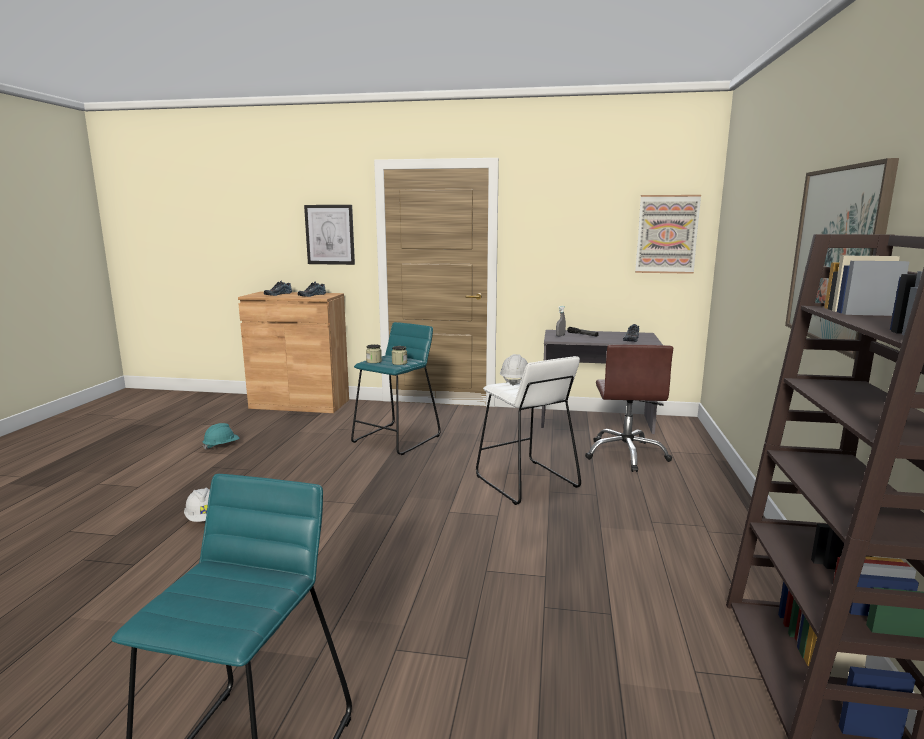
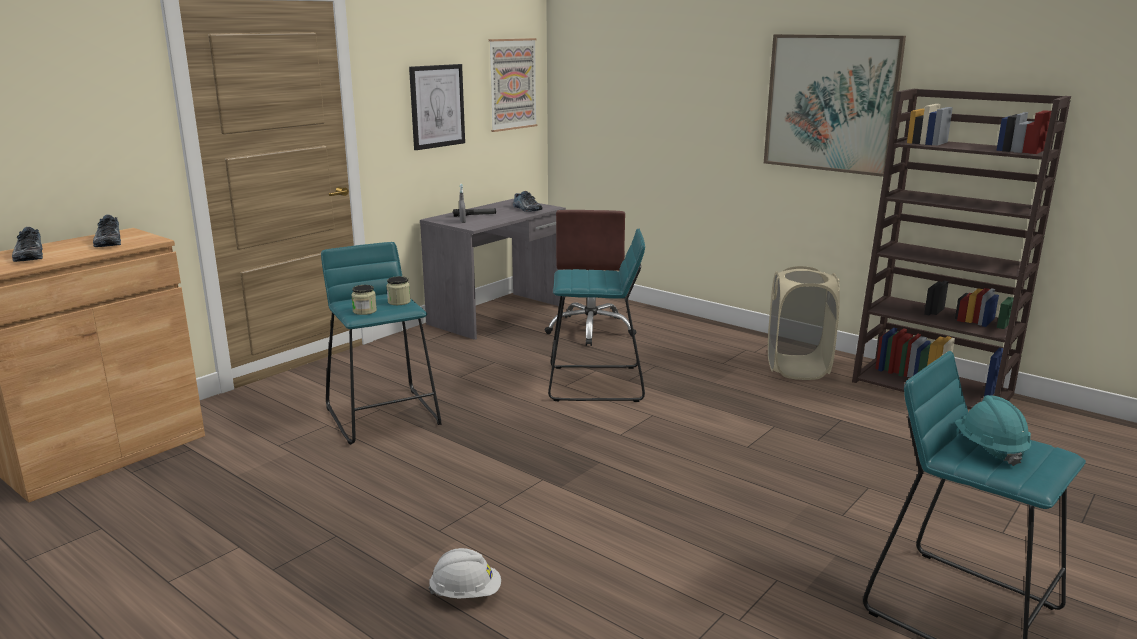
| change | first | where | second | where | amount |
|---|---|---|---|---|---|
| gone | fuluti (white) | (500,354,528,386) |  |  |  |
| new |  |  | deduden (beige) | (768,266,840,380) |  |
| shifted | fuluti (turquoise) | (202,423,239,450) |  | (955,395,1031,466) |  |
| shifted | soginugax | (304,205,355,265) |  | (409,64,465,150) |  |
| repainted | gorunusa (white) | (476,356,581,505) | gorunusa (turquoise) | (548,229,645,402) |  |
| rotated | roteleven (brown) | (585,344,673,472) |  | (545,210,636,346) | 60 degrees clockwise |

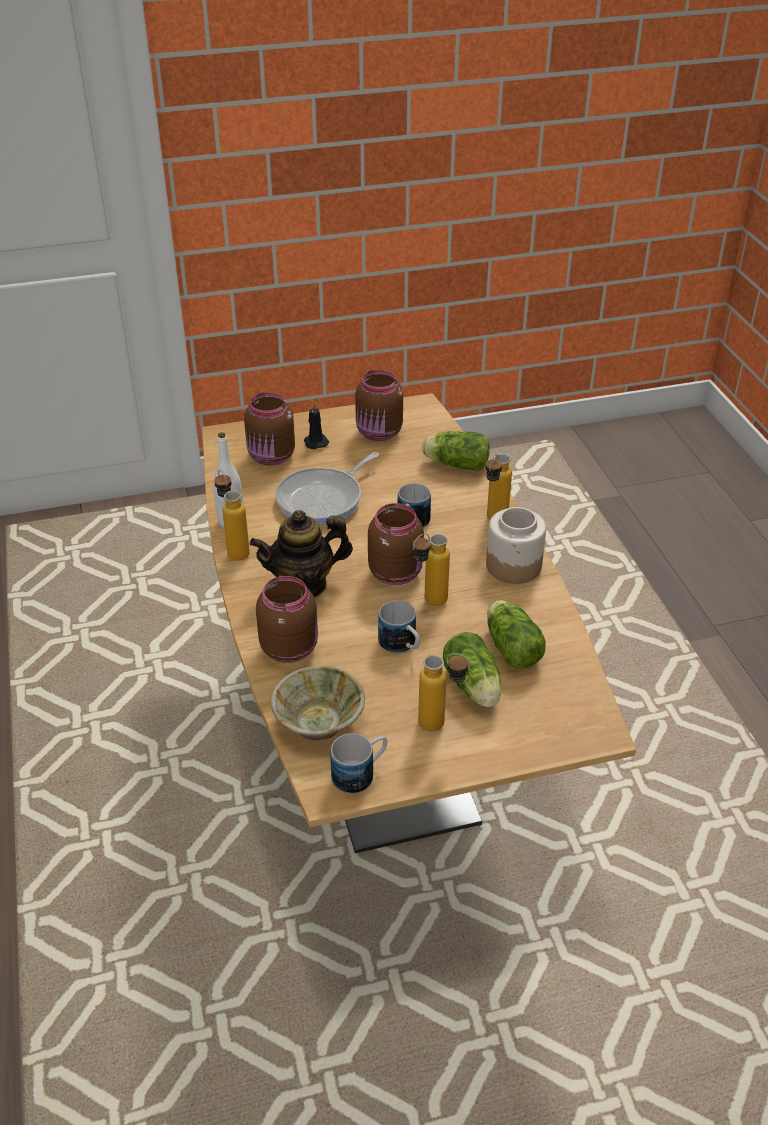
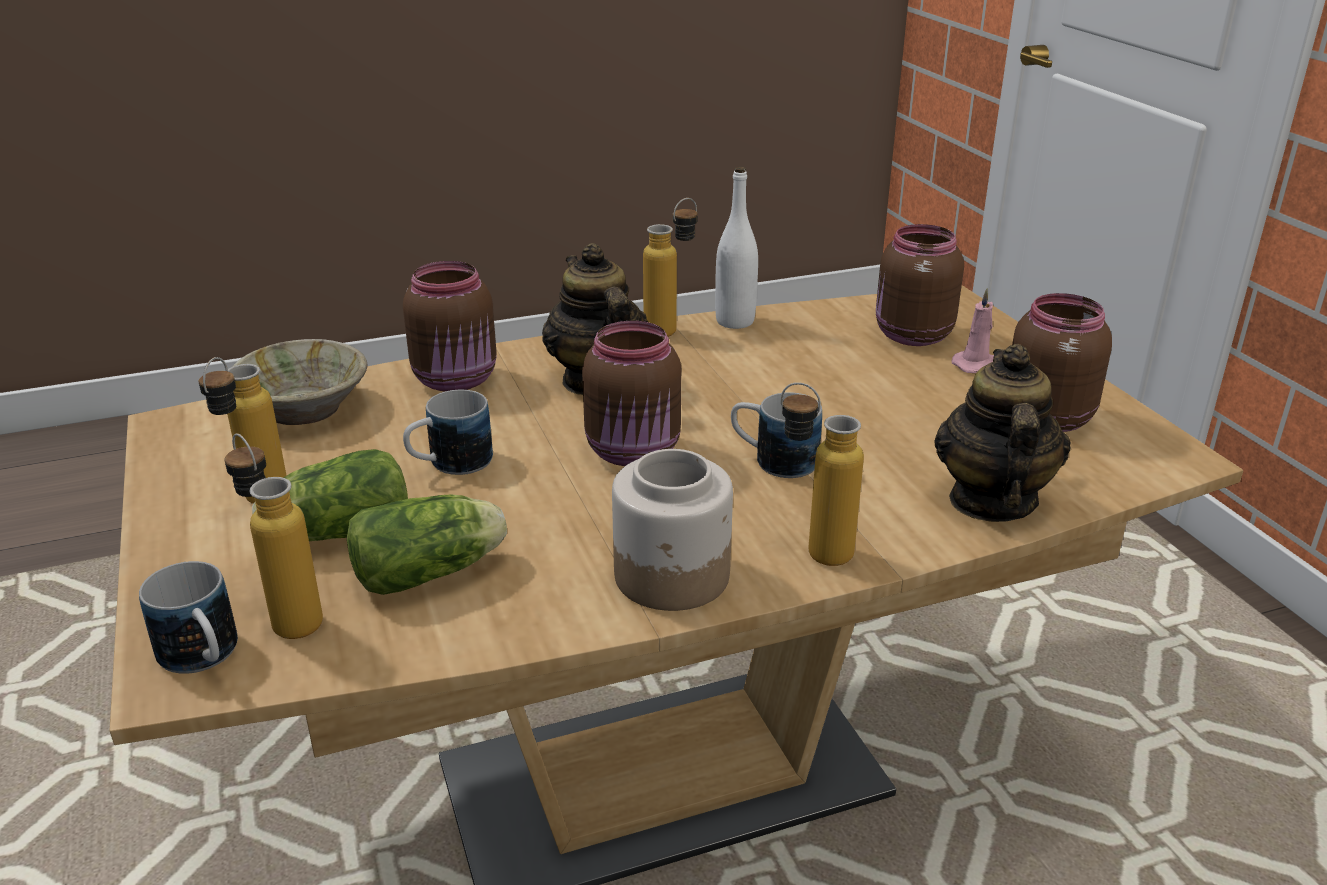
| change | first | where | second | where | amount |
|---|---|---|---|---|---|
| gone | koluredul | (275,452,379,525) |  |  |  |
| shifted | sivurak | (330,733,387,794) |  | (139,561,238,674) |  |
| shifted | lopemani | (413,533,450,606) |  | (224,433,323,639) |  |
| swapped | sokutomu | (422,431,490,471) | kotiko | (934,344,1071,522) |  |
| repainted | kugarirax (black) | (304,403,329,449) | kugarirax (pink) | (952,288,994,373) |  |

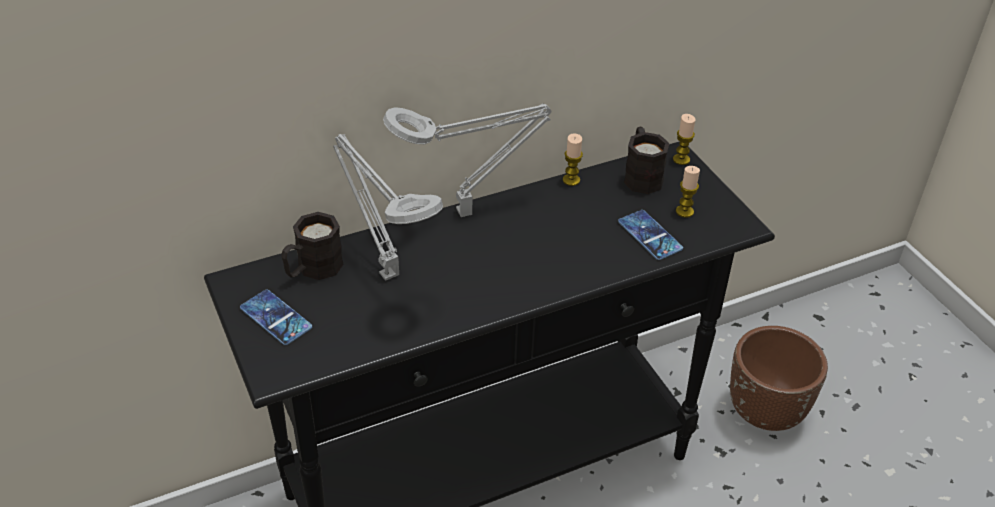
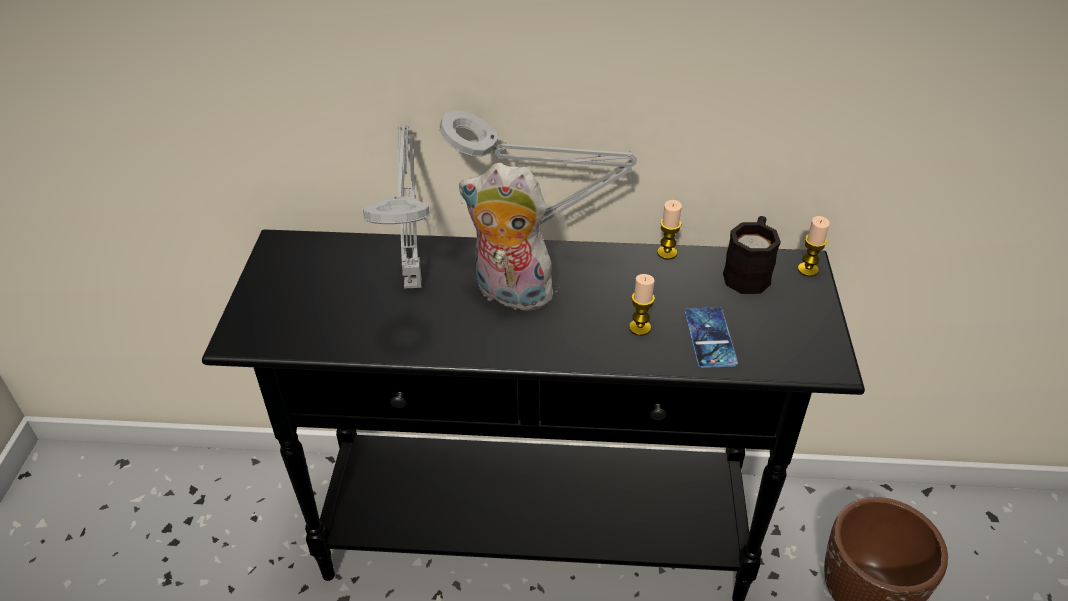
| change | first | where | second | where | amount |
|---|---|---|---|---|---|
| gone | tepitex | (240,290,312,345) |  |  |  |
| gone | sivurak (black) | (281,212,344,280) |  |  |  |
| new |  |  | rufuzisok | (459,163,557,311) |  |
| shifted | kugarirax | (676,166,700,218) |  | (629,274,655,336) |  |

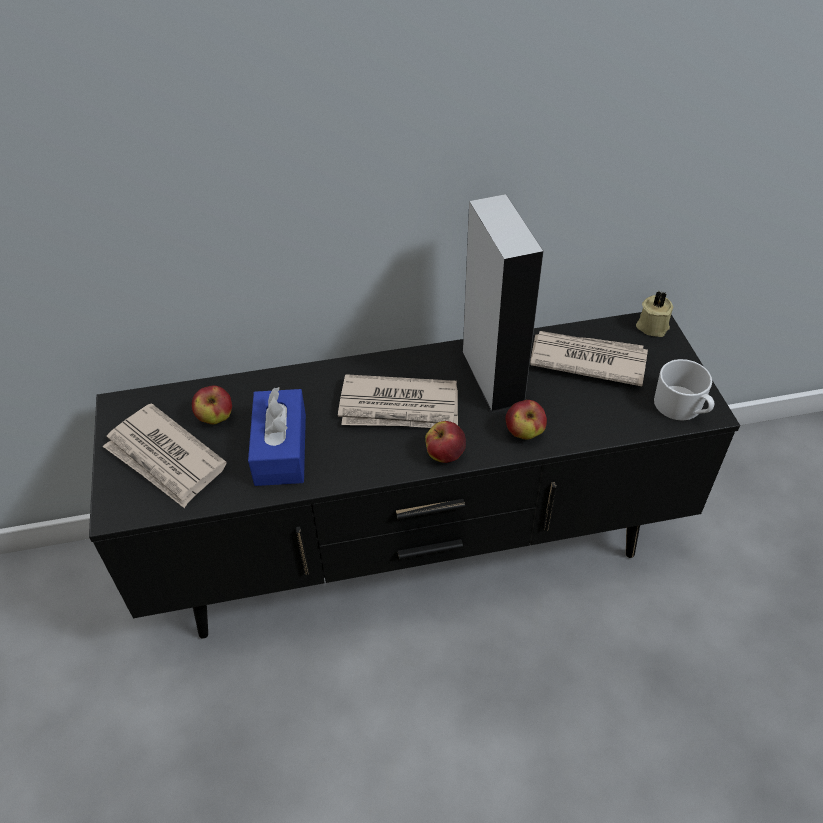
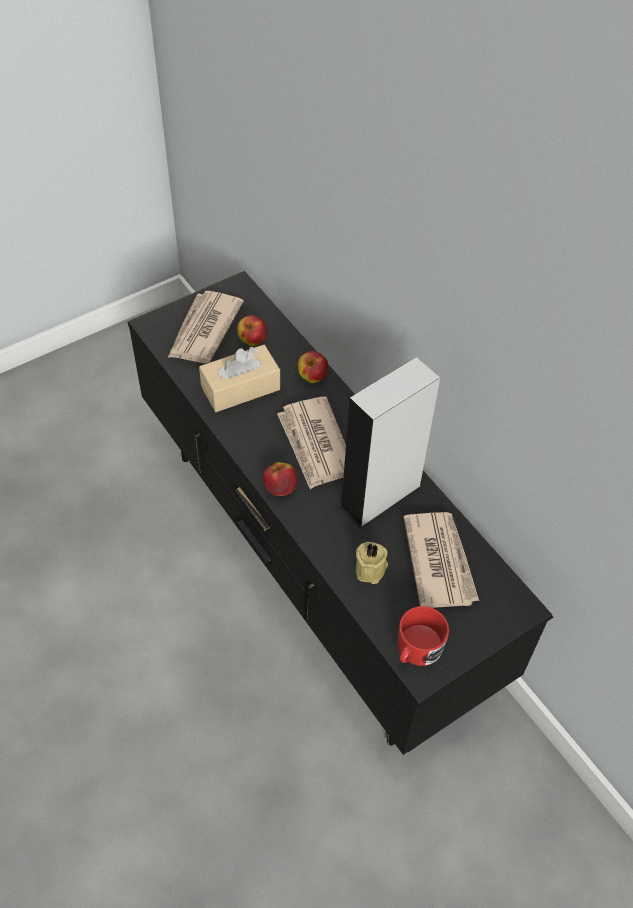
| change | first | where | second | where | amount |
|---|---|---|---|---|---|
| shifted | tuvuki | (506,400,547,440) |  | (297,351,328,383) |  |
| shifted | kugarirax (beige) | (636,291,674,337) |  | (355,542,388,584) |  |
| repainted | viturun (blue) | (248,387,306,486) | viturun (beige) | (199,345,280,412) |  |
| repainted | sivurak (white) | (654,359,714,421) | sivurak (red) | (397,606,449,666) |  |

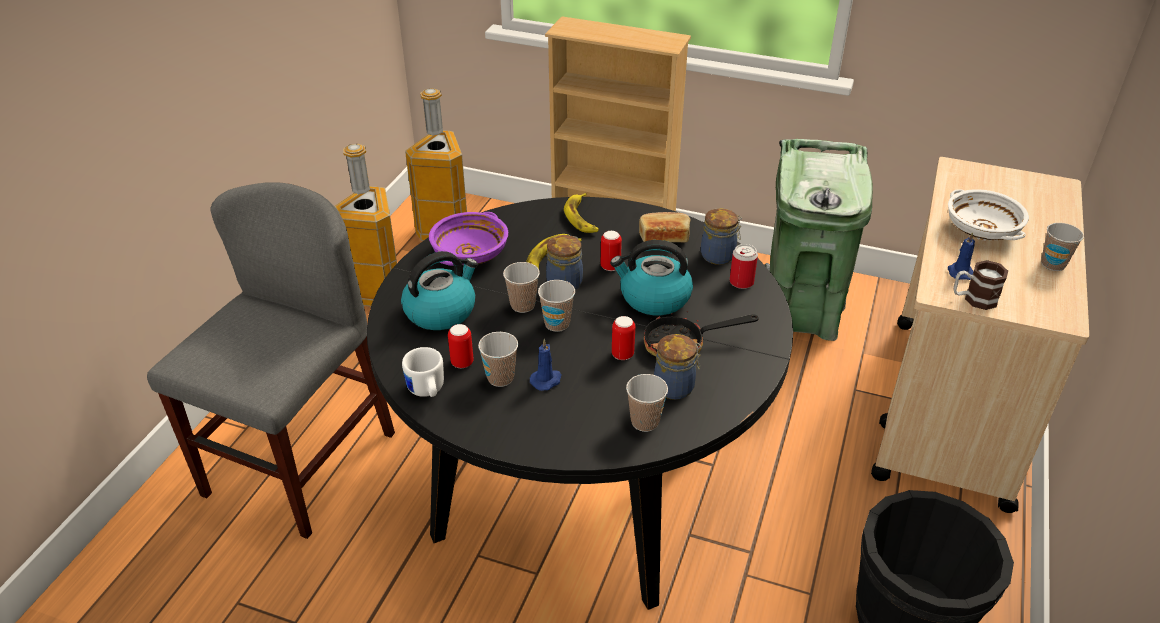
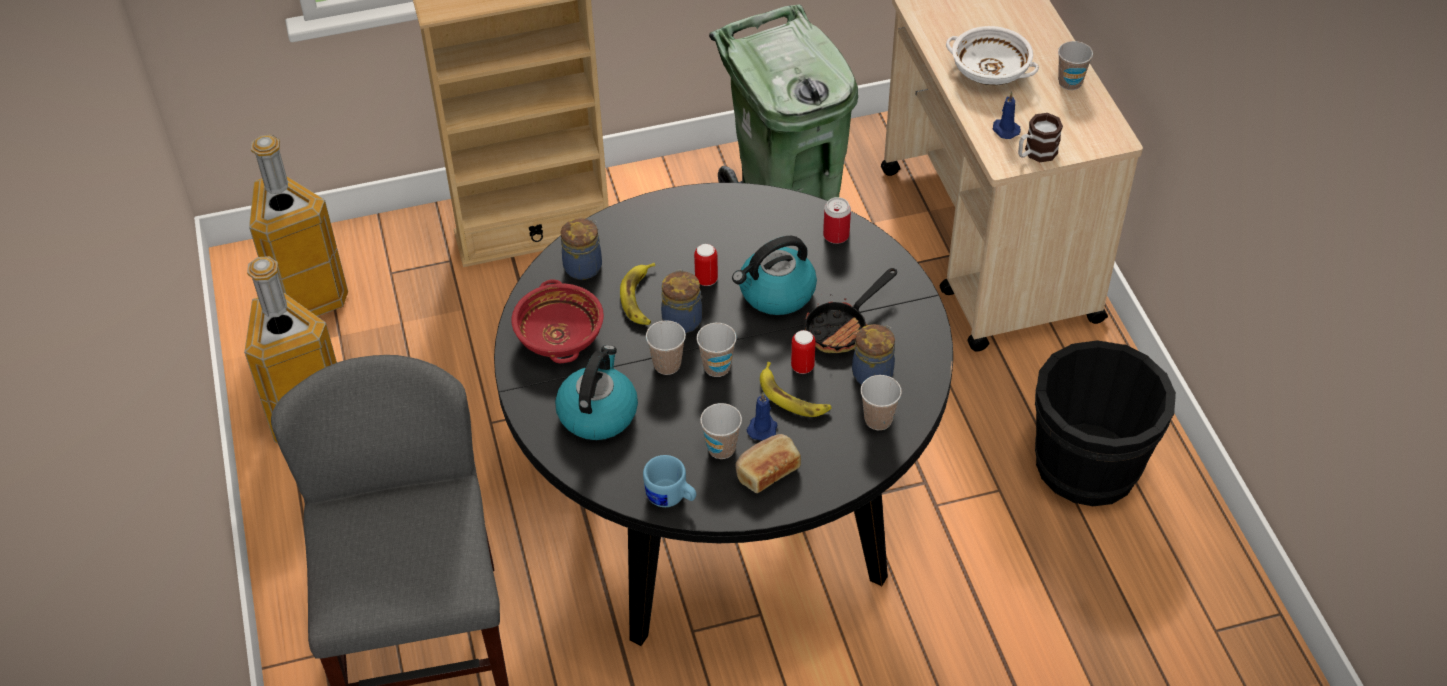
| change | first | where | second | where | amount |
|---|---|---|---|---|---|
| gone | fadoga | (448,324,474,368) |  |  |  |
| shifted | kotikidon | (564,193,599,233) |  | (760,362,832,417) |  |
| shifted | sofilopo | (639,212,691,243) |  | (735,434,801,493) |  |
| shifted | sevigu | (701,208,742,265) |  | (561,218,602,280) |  |
| repainted | sivurak (white) | (402,347,444,397) | sivurak (blue) | (643,455,696,507) |  |
| repainted | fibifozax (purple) | (429,212,508,266) | fibifozax (red) | (511,280,604,363) |  |

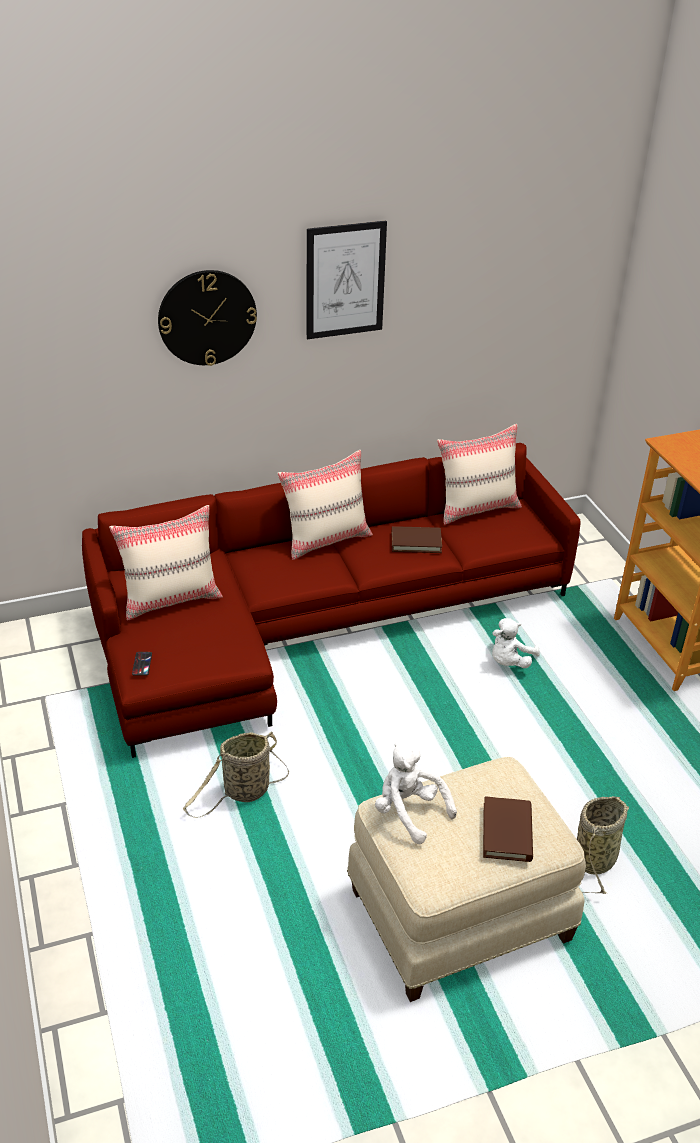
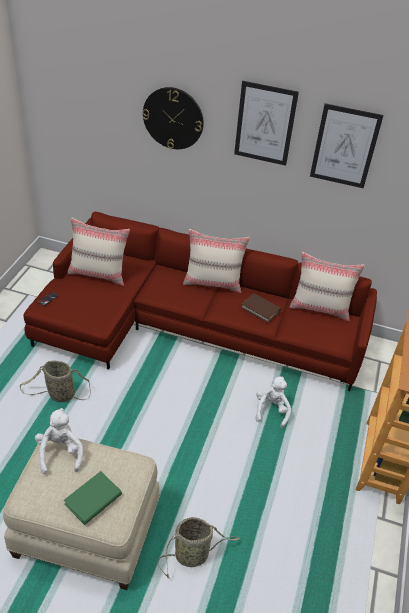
| change | first | where | second | where | amount |
|---|---|---|---|---|---|
| new |  |  | soginugax | (310,103,383,188) |  |
| repainted | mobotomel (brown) | (483,796,533,862) | mobotomel (green) | (64,471,122,525) |  |
| rotated | rufuzisok (white) | (492,618,540,668) |  | (256,376,291,428) | 120 degrees clockwise |

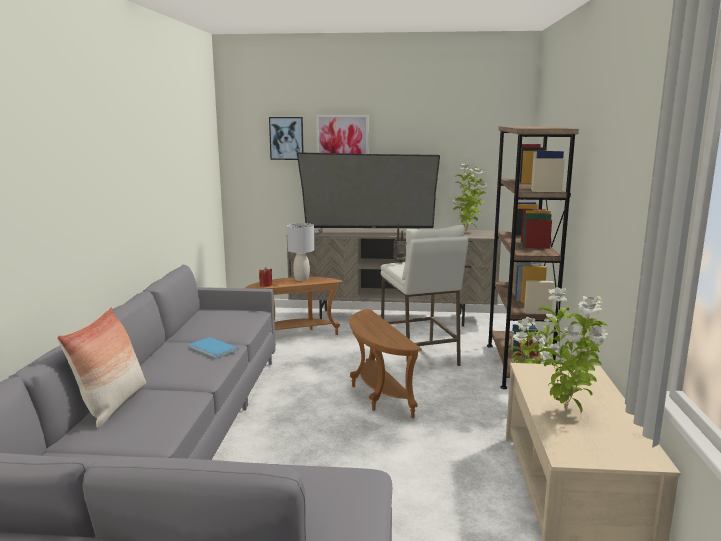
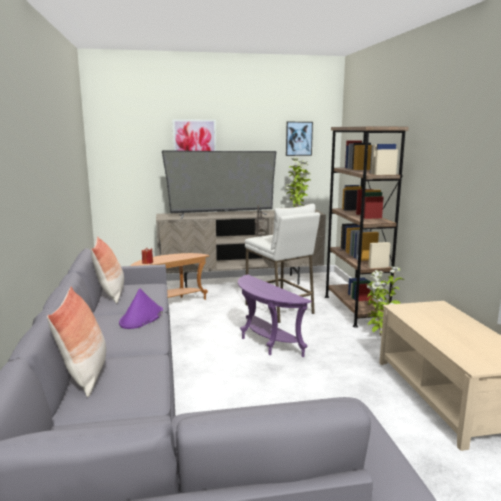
| change | first | where | second | where | amount |
|---|---|---|---|---|---|
| gone | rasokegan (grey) | (287,223,314,281) |  |  |  |
| gone | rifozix | (538,287,608,413) |  |  |  |
| new |  |  | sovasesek | (91,237,124,303) |  |
| shifted | soginugax | (269,117,304,160) |  | (286,122,313,156) |  |
| swapped | mobotomel (blue) | (188,337,239,358) | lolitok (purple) | (119,288,163,329) |  |
| repainted | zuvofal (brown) | (349,309,422,418) | zuvofal (purple) | (238,274,312,357) |  |

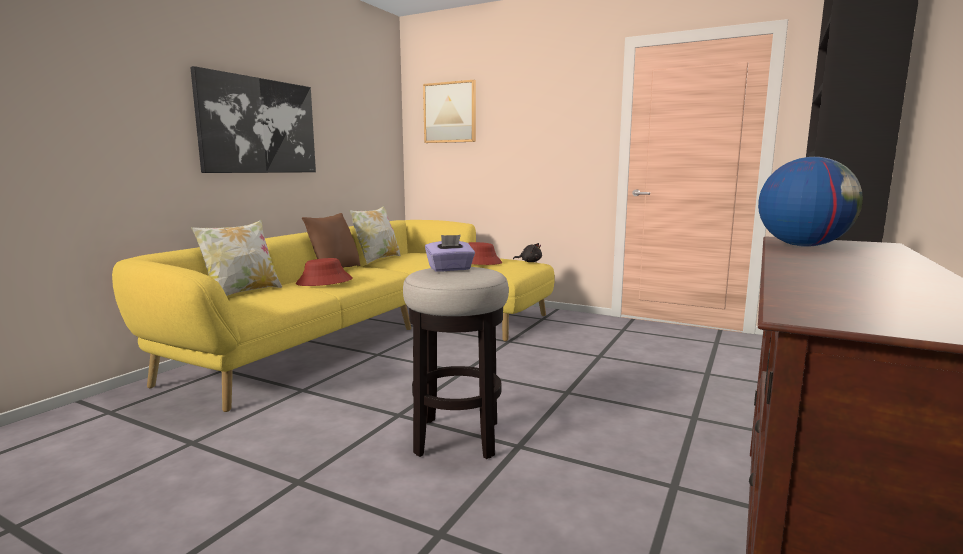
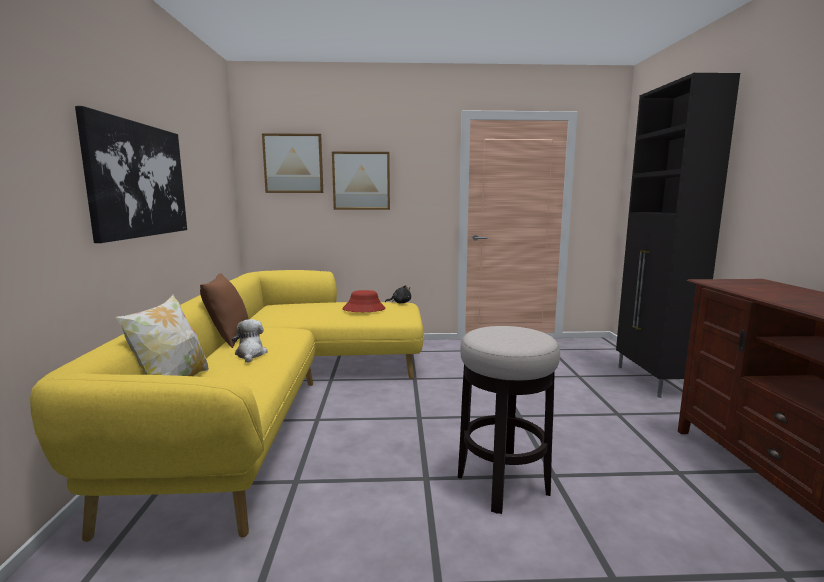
| change | first | where | second | where | amount |
|---|---|---|---|---|---|
| gone | sovasesek | (349,206,401,264) |  |  |  |
| gone | viturun (purple) | (425,235,475,272) |  |  |  |
| gone | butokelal | (758,157,863,247) |  |  |  |
| new |  |  | soginugax | (332,152,390,210) |  |
| swapped | lolitok (red) | (296,258,353,286) | rufuzisok | (232,319,268,363) |  |

